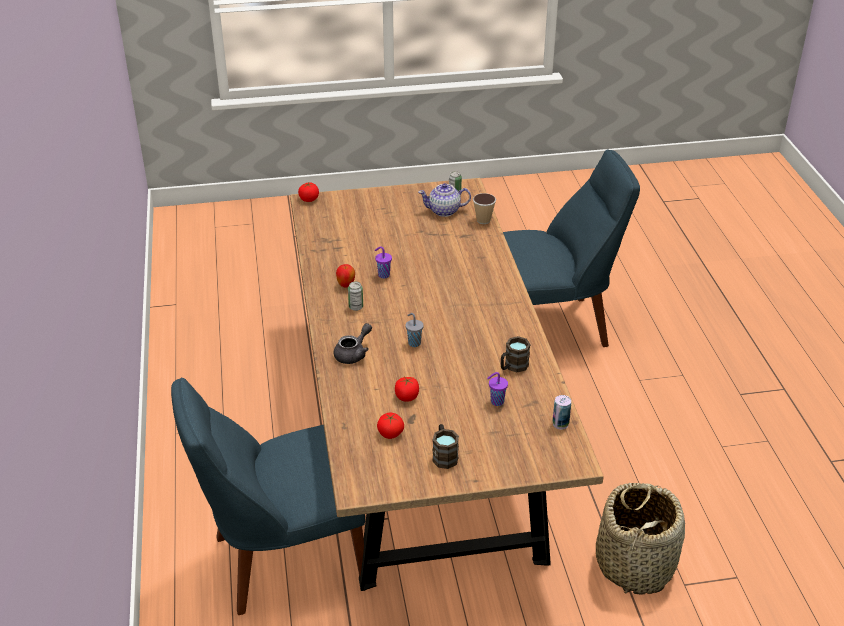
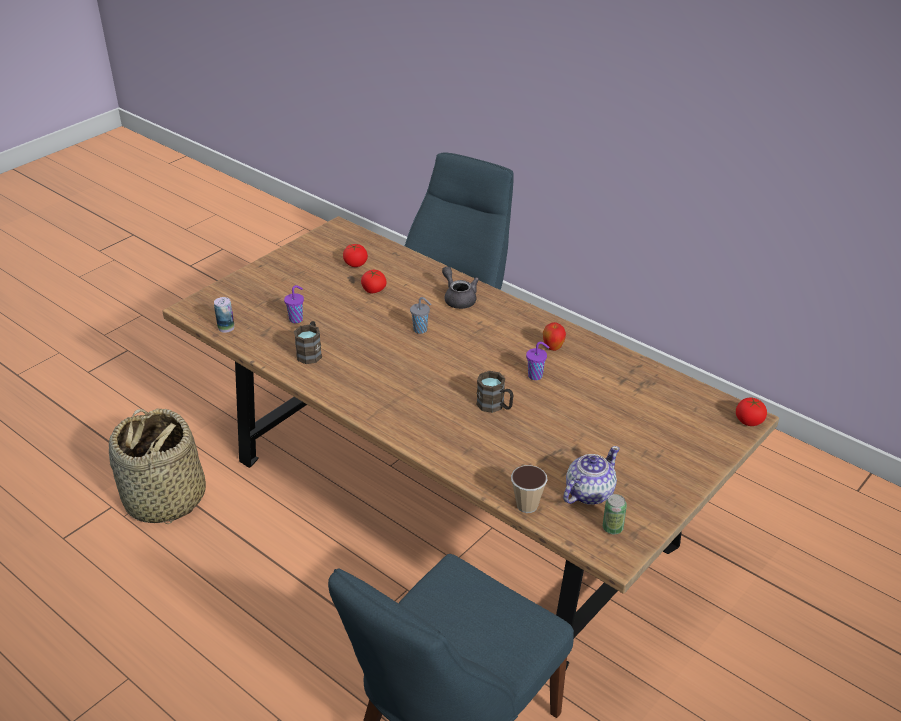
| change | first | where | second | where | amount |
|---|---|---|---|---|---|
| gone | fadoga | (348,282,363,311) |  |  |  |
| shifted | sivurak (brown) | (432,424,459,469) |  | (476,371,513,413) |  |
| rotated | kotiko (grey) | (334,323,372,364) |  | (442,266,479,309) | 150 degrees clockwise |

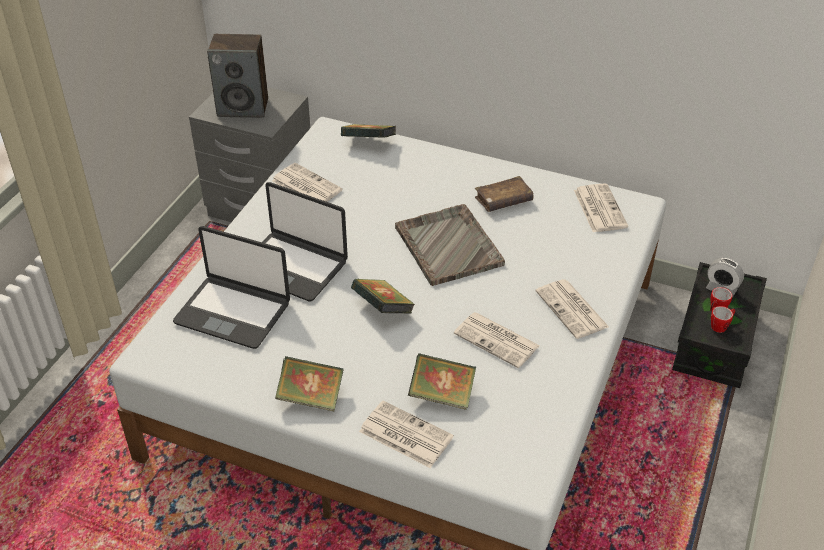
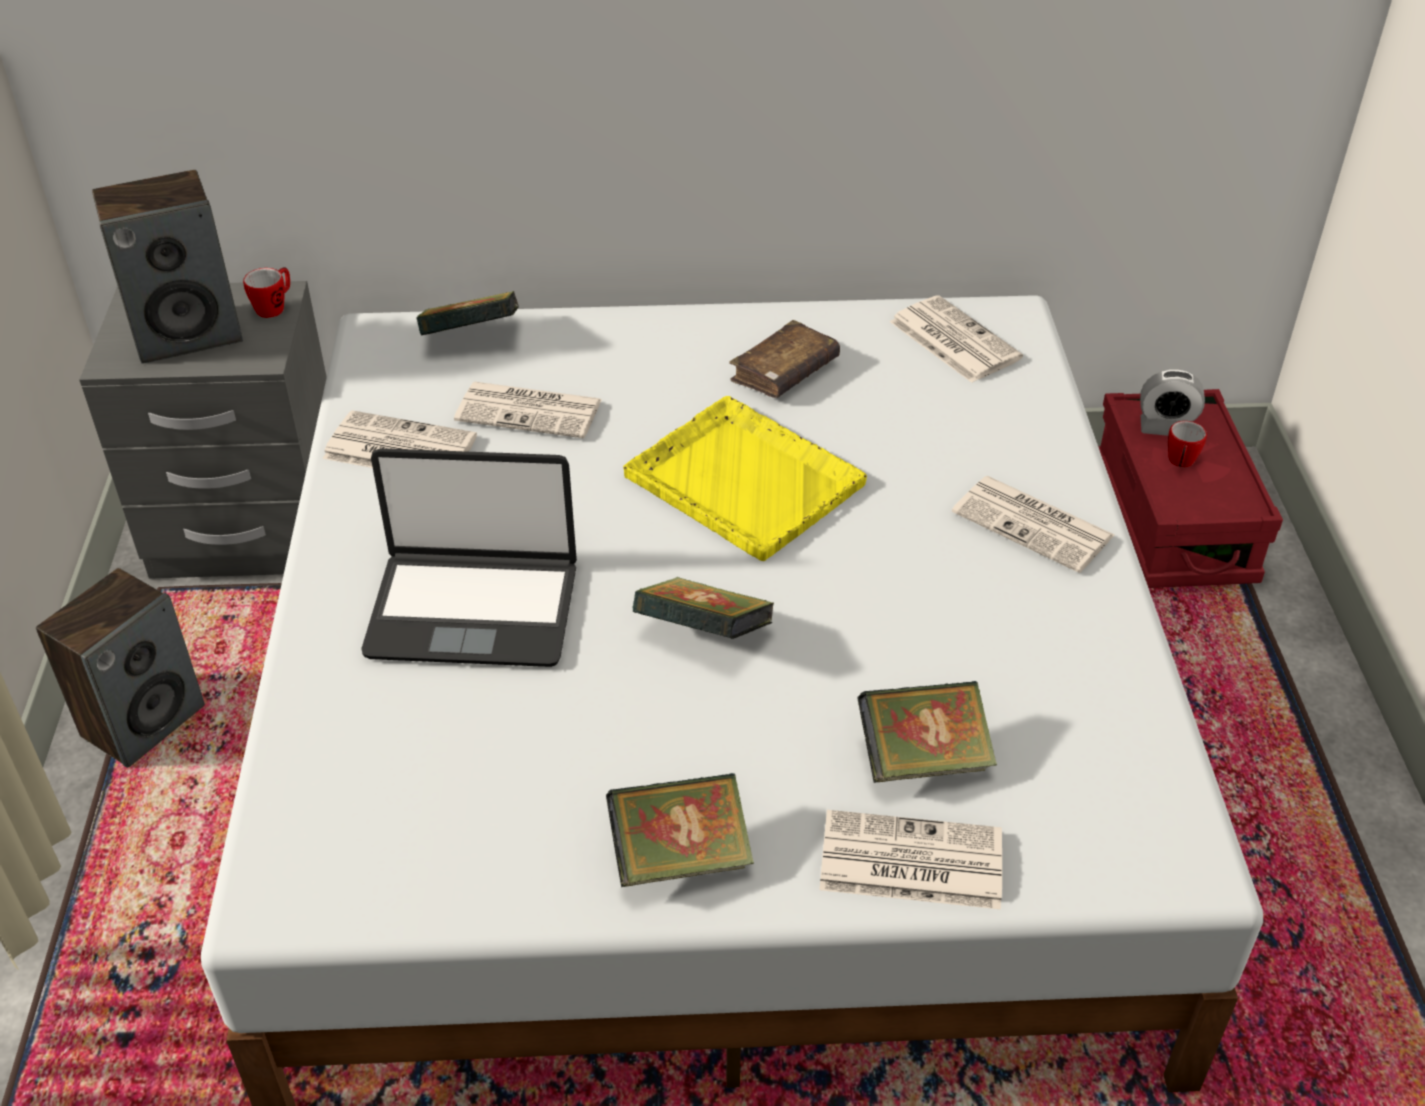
| change | first | where | second | where | amount |
|---|---|---|---|---|---|
| gone | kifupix | (173,226,290,349) |  |  |  |
| new |  |  | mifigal | (36,568,205,768) |  |
| shifted | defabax | (454,312,540,368) |  | (454,382,602,438) |  |
| shifted | sivurak | (711,306,735,333) |  | (243,267,290,318) |  |
| repainted | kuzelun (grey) | (395,204,505,286) | kuzelun (yellow) | (623,396,867,561) |  |
| repainted | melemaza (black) | (672,262,767,388) | melemaza (red) | (1098,389,1283,588) |  |

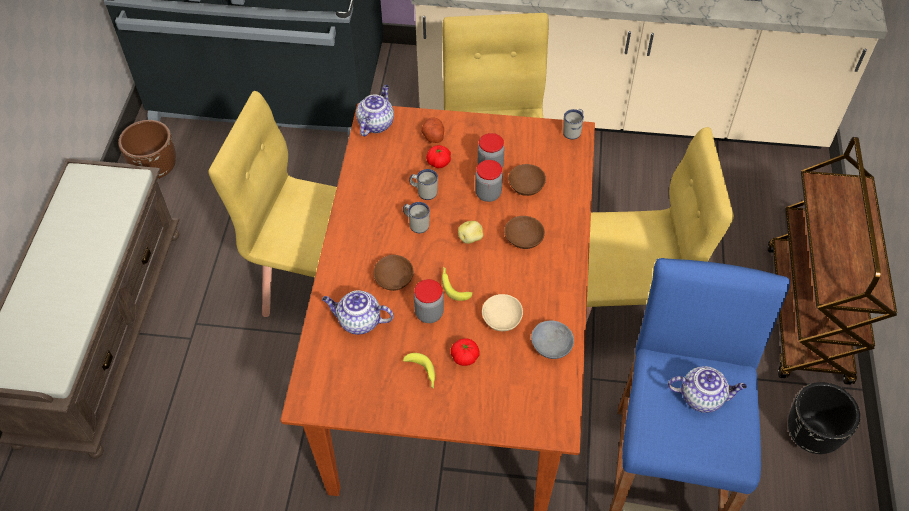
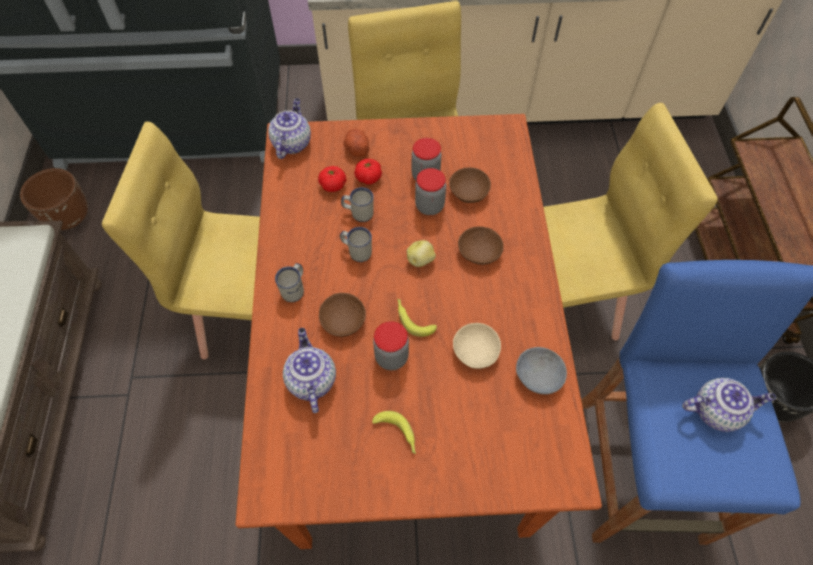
| change | first | where | second | where | amount |
|---|---|---|---|---|---|
| shifted | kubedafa | (451,339,479,366) |  | (318,166,347,192) |  |
| shifted | sivurak (white) | (563,109,584,140) |  | (275,263,304,302) |  |
| rotated | kotiko | (322,290,394,335) |  | (283,328,336,413) | 75 degrees clockwise |

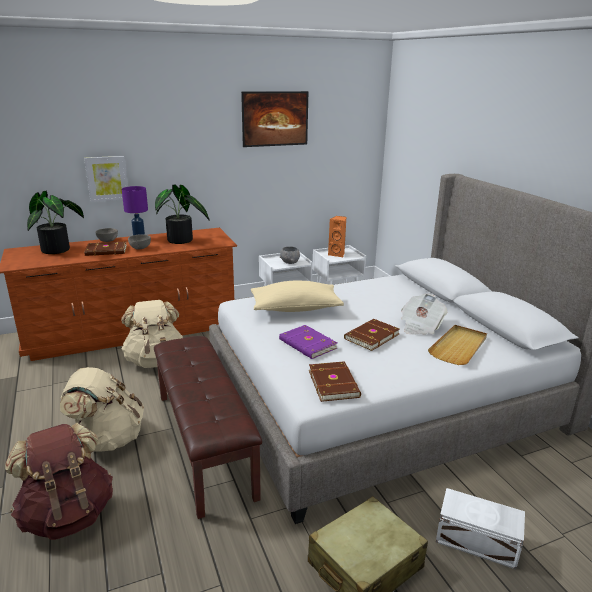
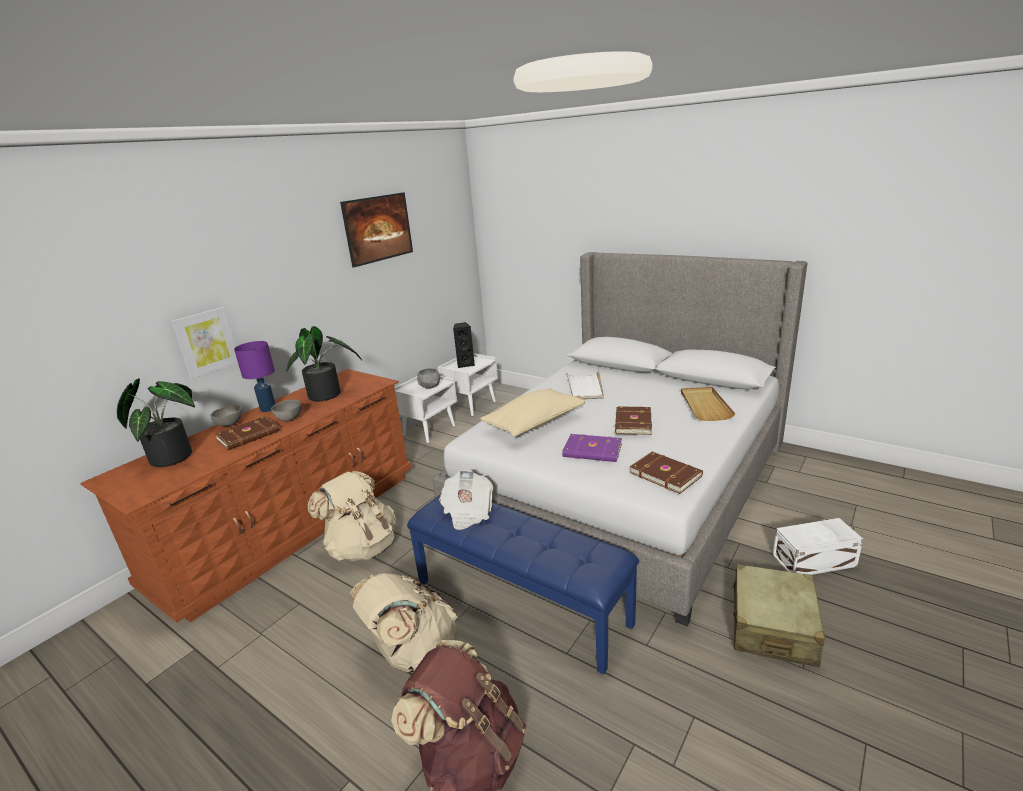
| change | first | where | second | where | amount |
|---|---|---|---|---|---|
| new |  |  | kuzelun (white) | (566,370,604,400) |  |
| shifted | defabax | (401,294,447,335) |  | (439,469,493,530) |  |
| repainted | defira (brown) | (154,336,262,519) | defira (blue) | (407,494,639,675) |  |
| repainted | mifigal (orange) | (328,216,346,257) | mifigal (black) | (453,322,475,368) |  |

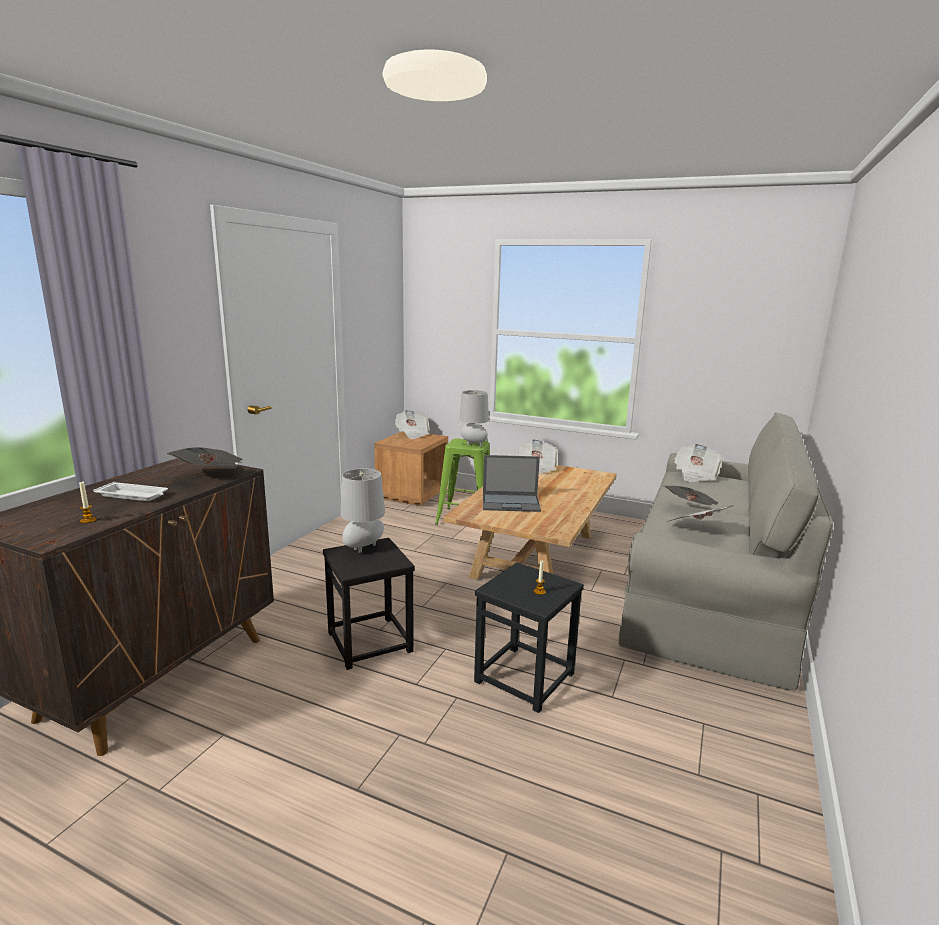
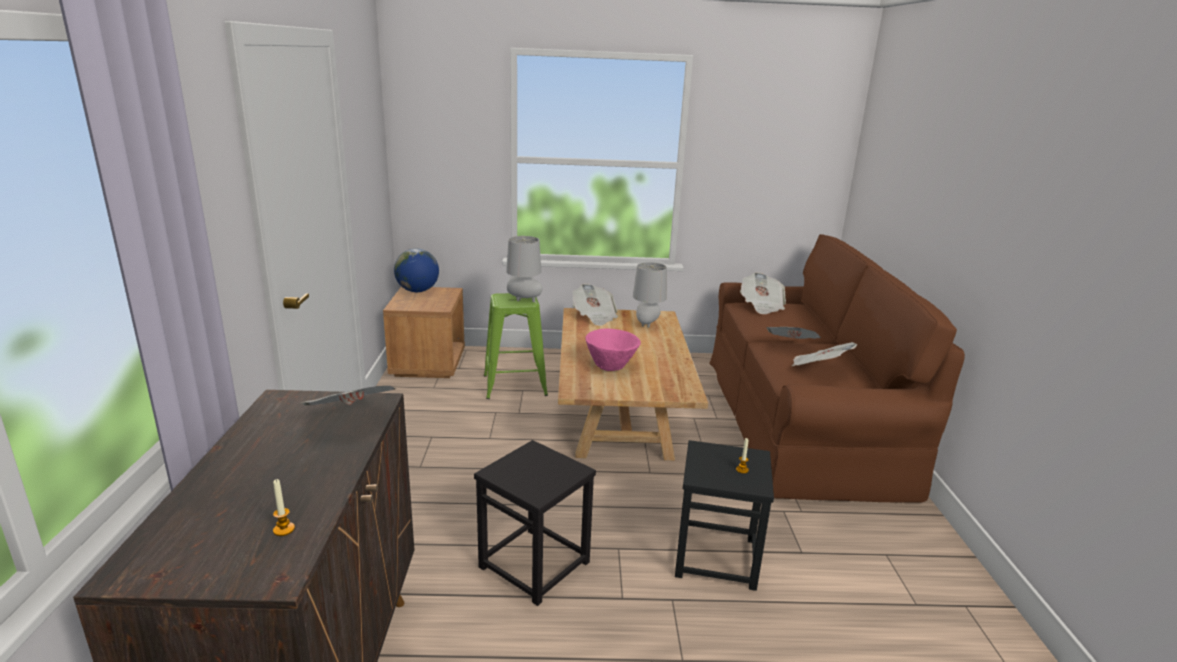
| change | first | where | second | where | amount |
|---|---|---|---|---|---|
| gone | kuzelun (white) | (93,482,168,501) |  |  |  |
| shifted | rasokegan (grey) | (340,469,385,553) |  | (633,262,667,328) |  |
| swapped | defabax | (395,410,430,439) | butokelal | (394,248,439,292) |  |
| swapped | kifupix | (483,455,541,512) | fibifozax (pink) | (585,329,641,371) |  |
| repainted | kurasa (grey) | (619,412,833,690) | kurasa (brown) | (709,234,965,503) |  |

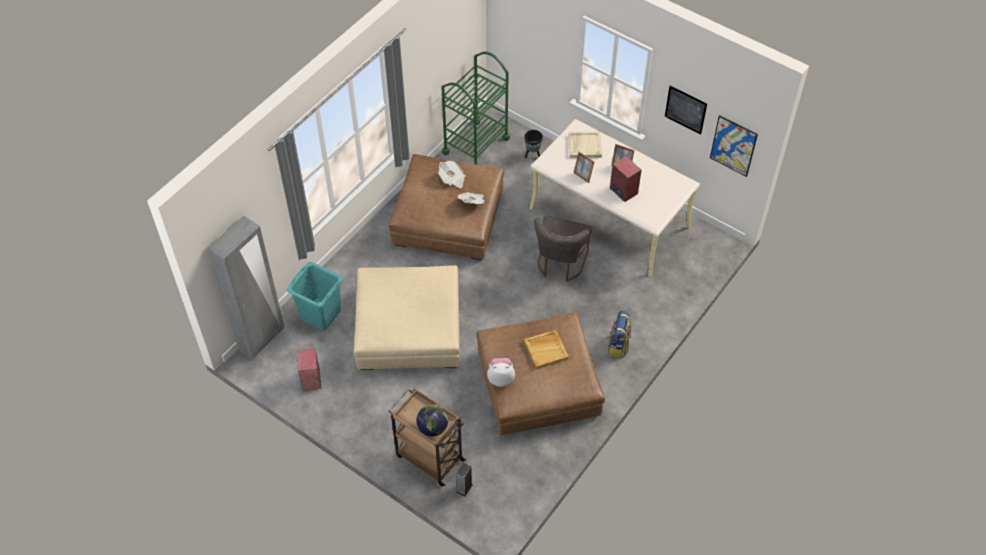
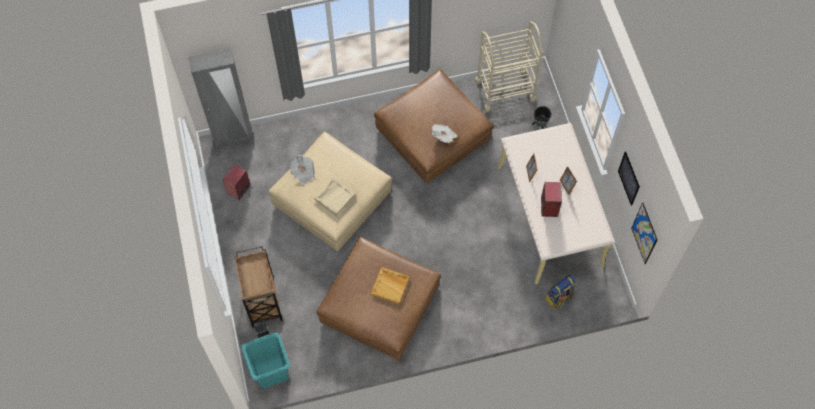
| change | first | where | second | where | amount |
|---|---|---|---|---|---|
| gone | butokelal | (416,404,448,436) |  |  |  |
| gone | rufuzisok | (487,358,515,387) |  |  |  |
| gone | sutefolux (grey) | (534,216,592,282) |  |  |  |
| shifted | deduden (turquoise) | (286,262,343,330) |  | (241,333,290,388) |  |
| shifted | defabax | (438,161,466,188) |  | (290,155,315,185) |  |
| shifted | kuzelun (beige) | (569,132,602,158) |  | (314,178,355,216) |  |
| shifted | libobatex | (607,311,631,358) |  | (545,274,576,309) |  |
| repainted | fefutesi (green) | (442,51,510,165) | fefutesi (beige) | (475,21,543,112) |  |

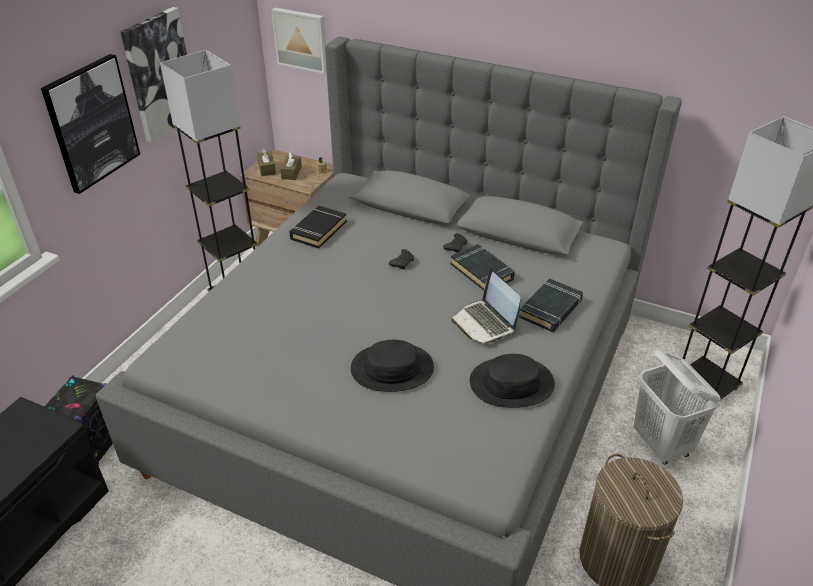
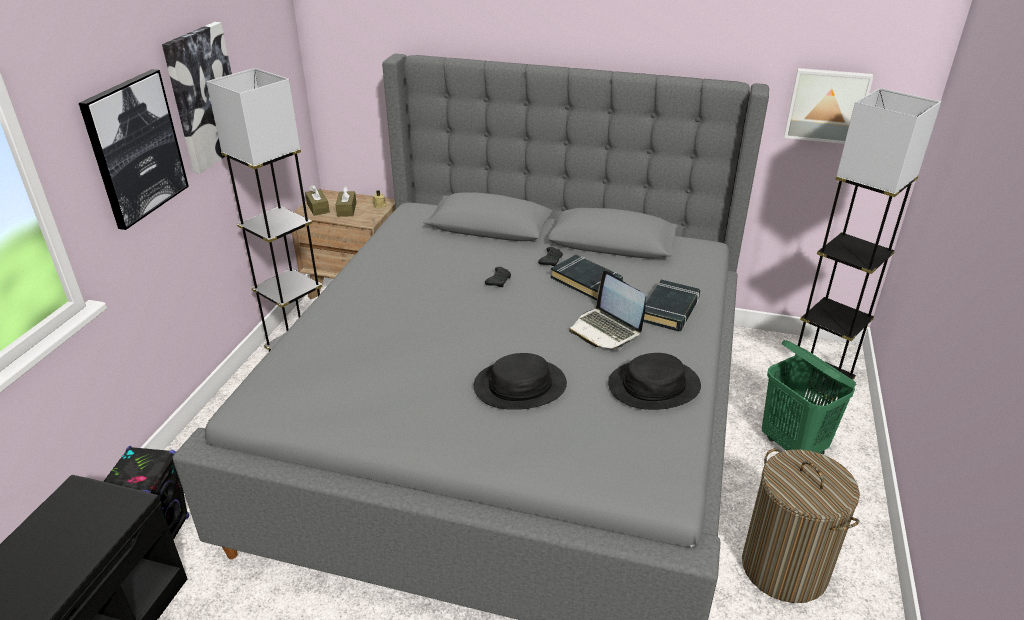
| change | first | where | second | where | amount |
|---|---|---|---|---|---|
| gone | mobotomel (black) | (289,206,347,249) |  |  |  |
| shifted | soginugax | (271,8,327,74) |  | (784,68,874,144) |  |
| repainted | deduden (white) | (634,348,720,465) | deduden (green) | (762,340,856,454) |  |

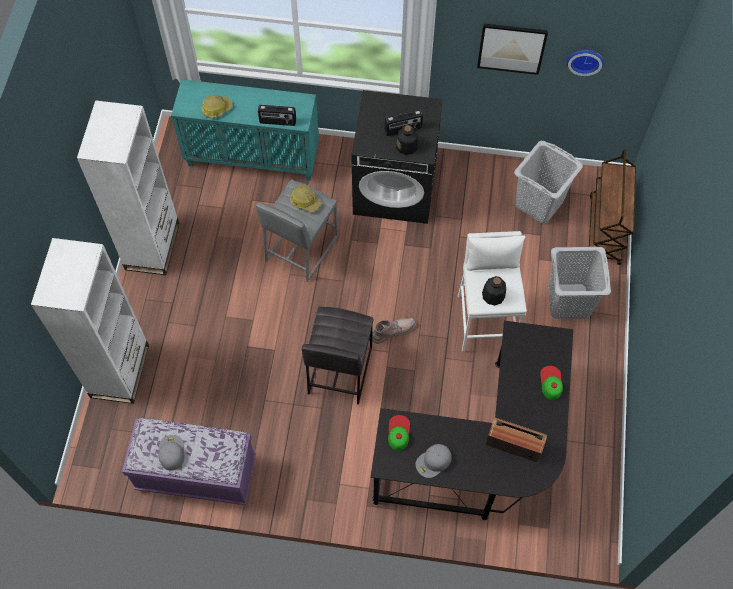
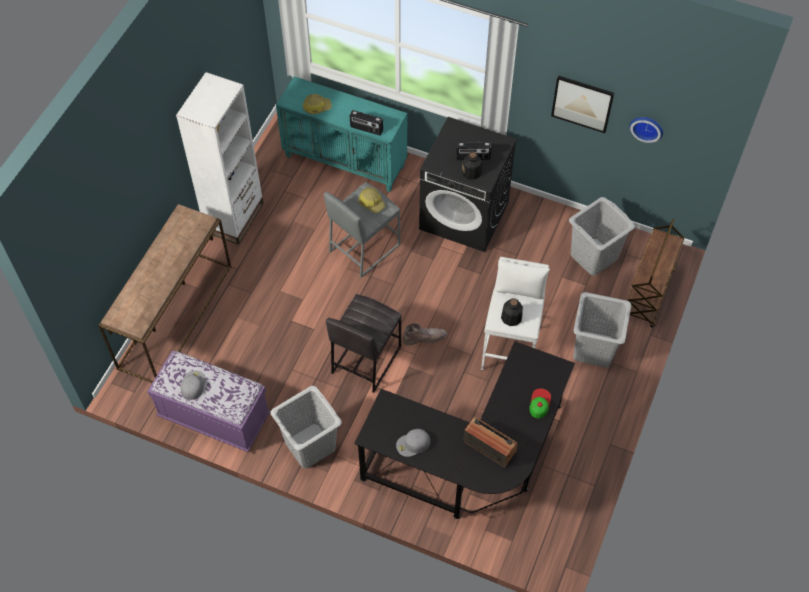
| change | first | where | second | where | amount |
|---|---|---|---|---|---|
| gone | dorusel | (388,415,410,451) |  |  |  |
| new |  |  | deduden (grey) | (271,386,342,468) |  |
| swapped | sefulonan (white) | (31,238,149,404) | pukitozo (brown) | (98,204,231,383) |  |

